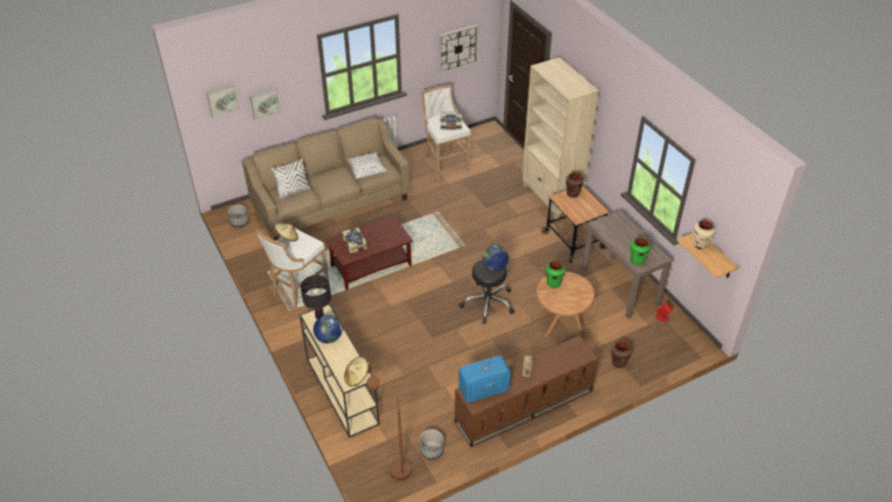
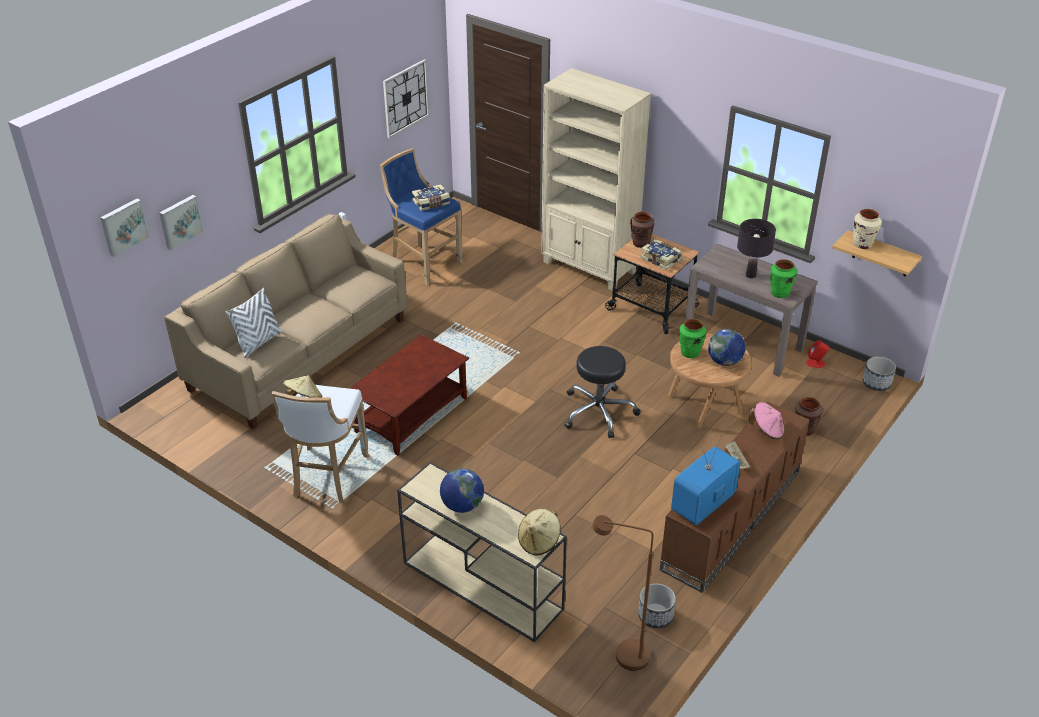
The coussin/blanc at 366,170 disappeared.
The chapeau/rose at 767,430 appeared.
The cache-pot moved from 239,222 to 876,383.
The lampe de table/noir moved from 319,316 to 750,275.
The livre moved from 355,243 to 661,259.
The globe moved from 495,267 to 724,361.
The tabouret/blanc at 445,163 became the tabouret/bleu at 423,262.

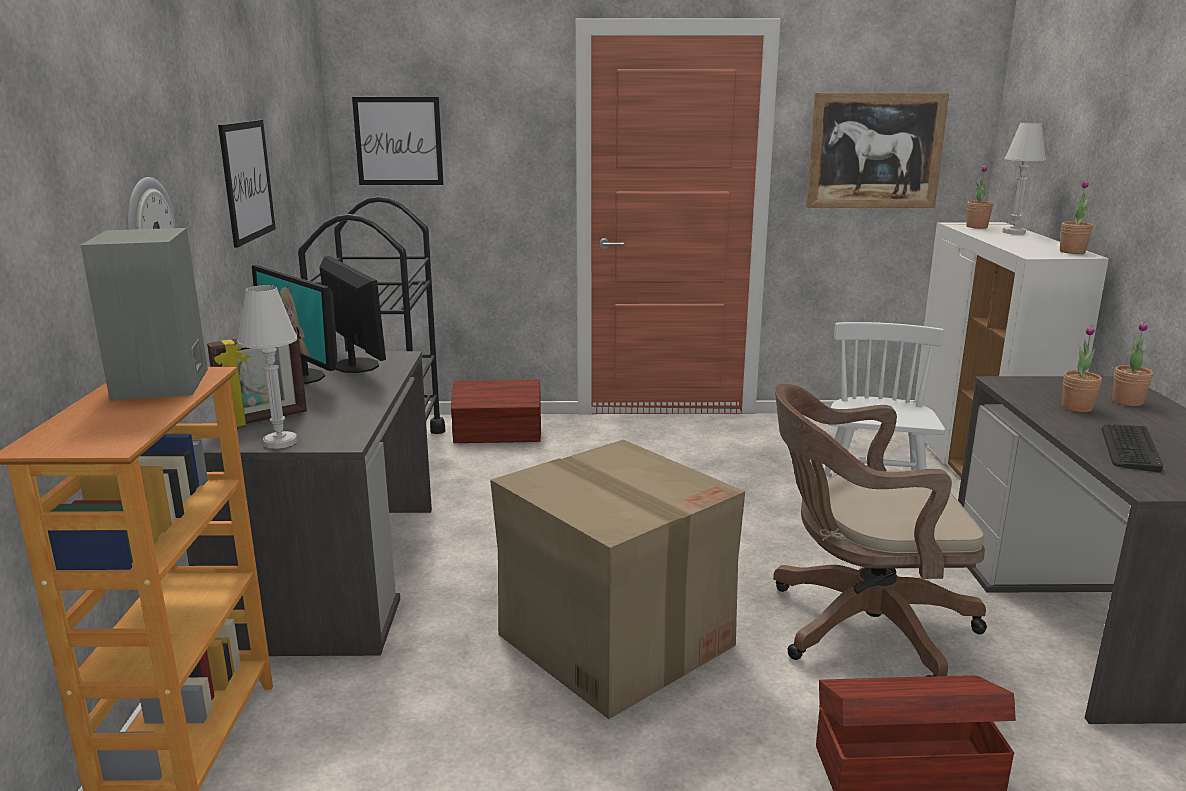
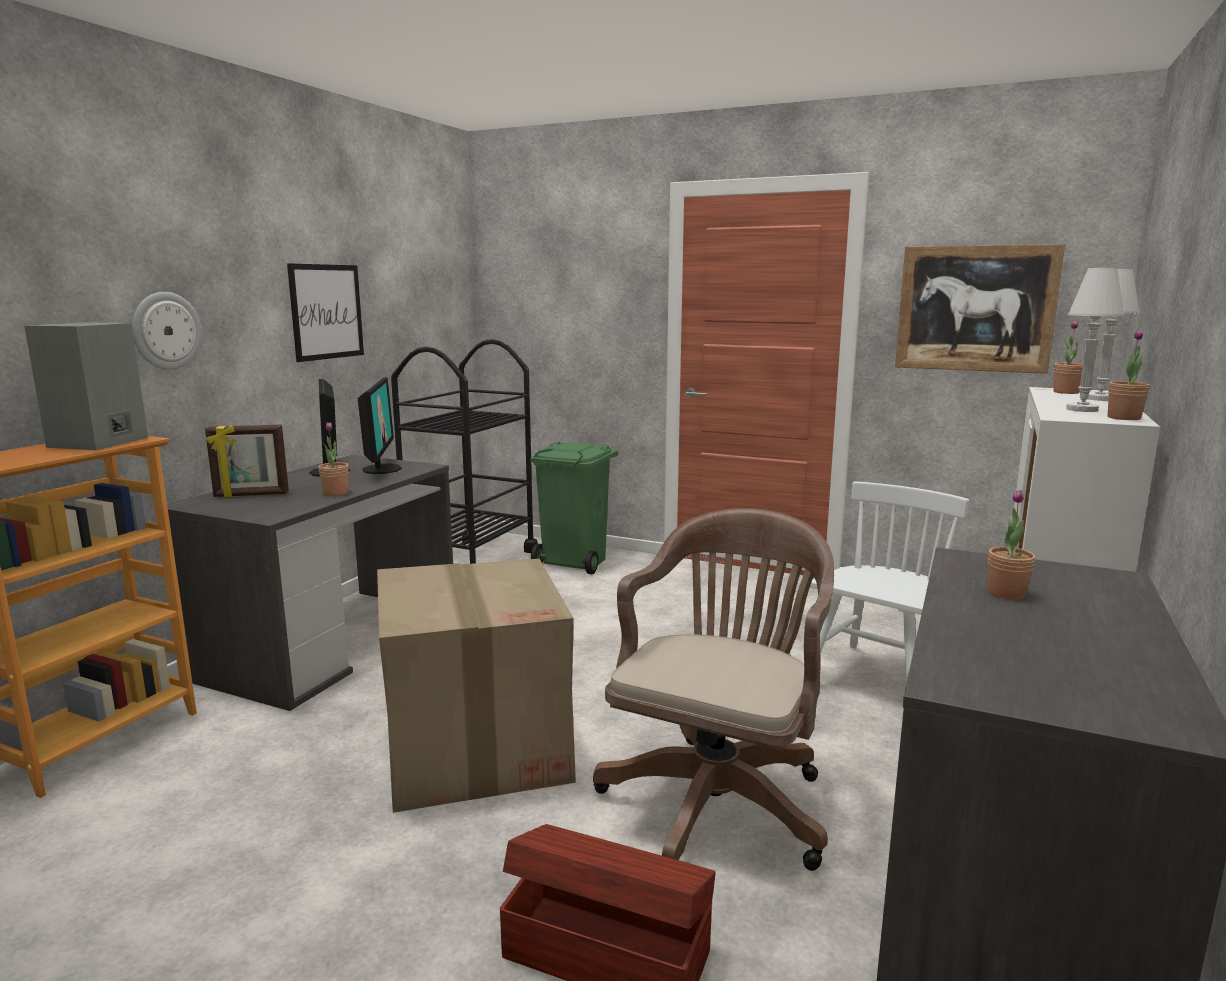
The tableau at 398,141 disappeared.
The clavier at 1129,448 disappeared.
The lampe de table/blanc moved from 280,442 to 1082,409.
The plante en pot moved from 1127,401 to 335,493.
The boîte de rangement/marron at 498,435 was replaced by the poubelle/vert at 575,562.
The chaise de bureau/marron at 859,627 turned 90 degrees clockwise.

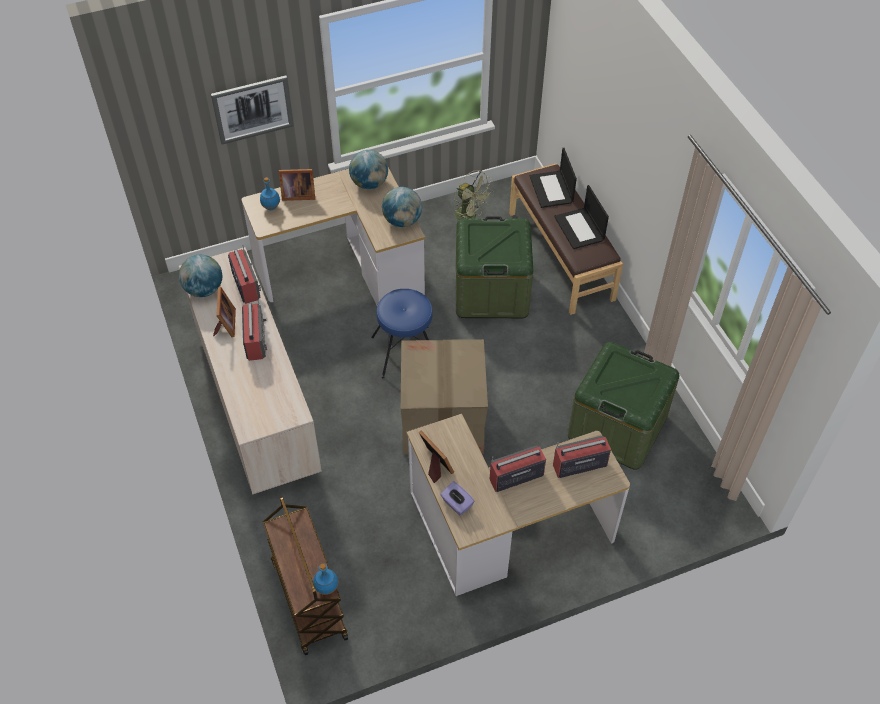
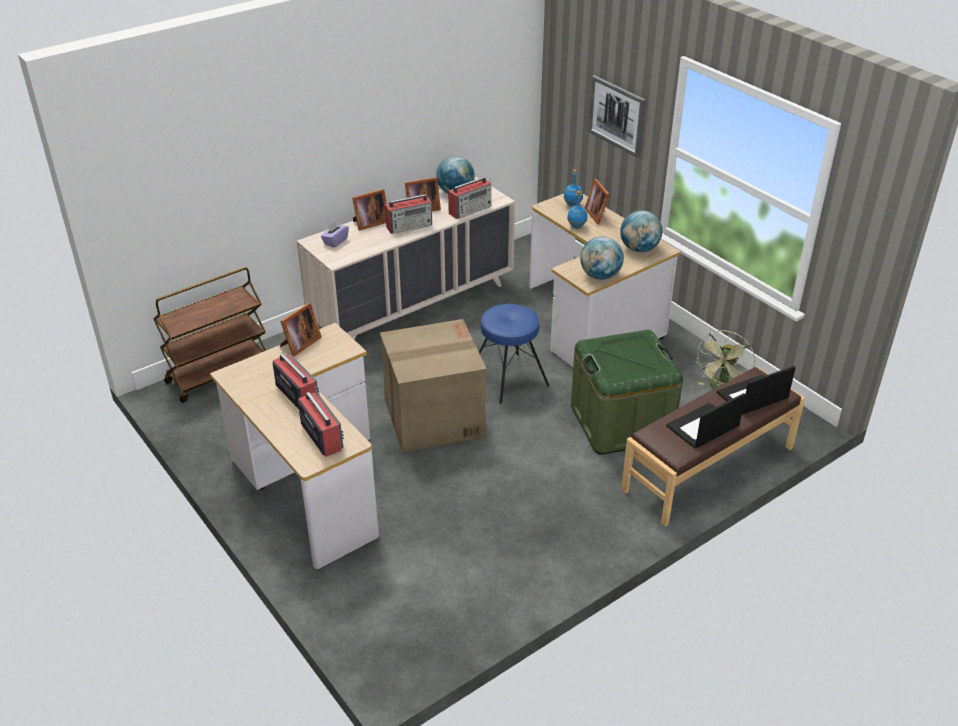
The boîte de rangement/vert at 617,427 disappeared.
The cadre photo at 369,223 appeared.
The bouteille/bleu moved from 326,587 to 576,226.
The boîte à mouchoirs/violet moved from 456,504 to 335,241.

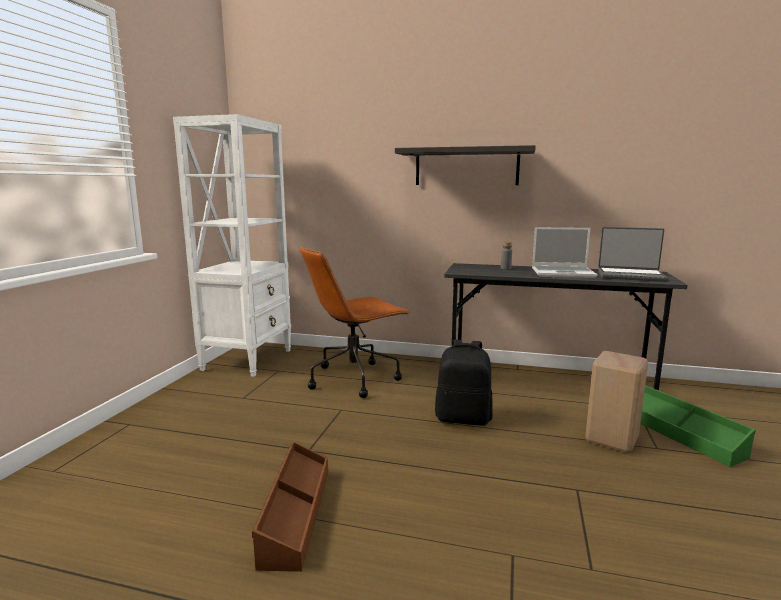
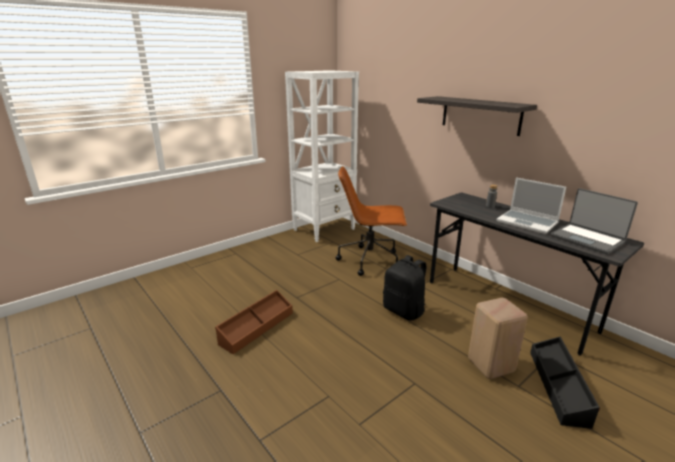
The boîte de rangement/vert at 681,434 became the boîte de rangement/noir at 559,386.

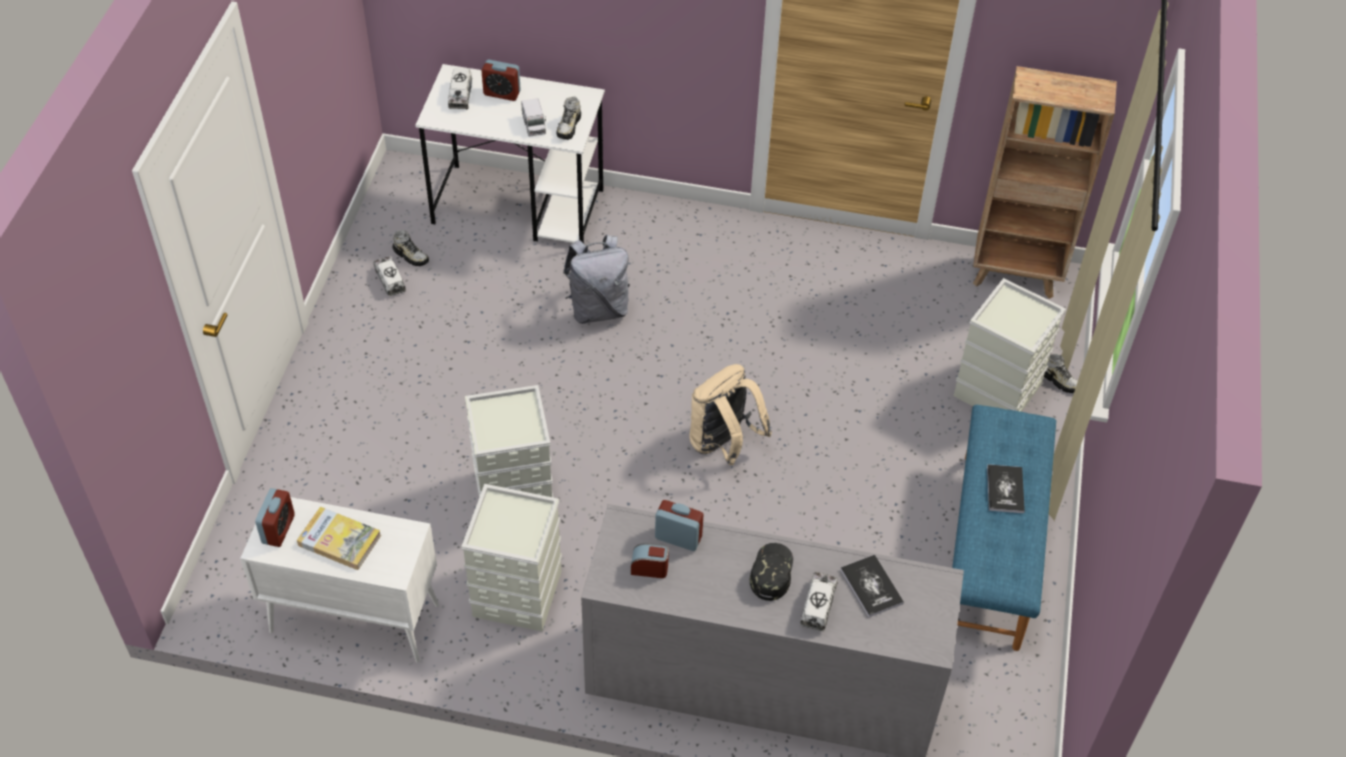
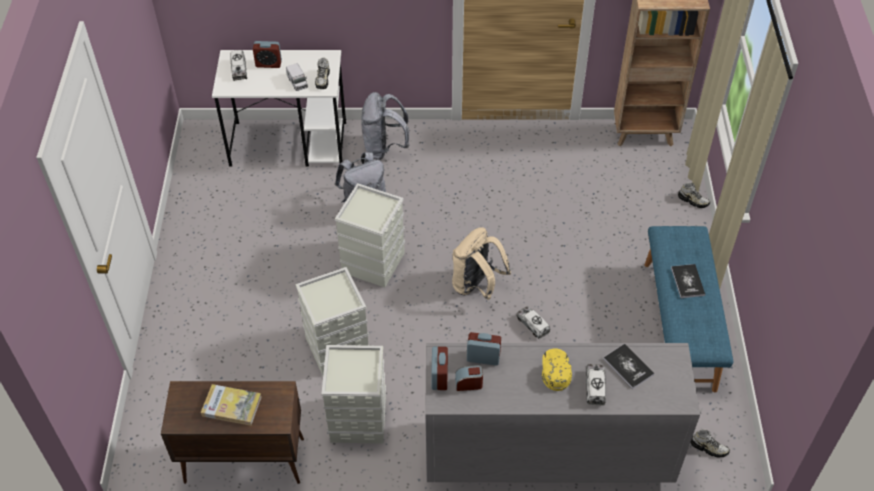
The sac à dos/gris at 384,148 appeared.
The réveil moved from 278,529 to 439,377.
The camion jouet moved from 390,280 to 532,325.
The chaussure moved from 411,256 to 709,447.
The boîte de rangement/gris moved from 996,390 to 372,263.
The meuble de rangement/blanc at 353,618 became the meuble de rangement/marron at 243,461.
The casquette/noir at 771,572 became the casquette/jaune at 555,370.

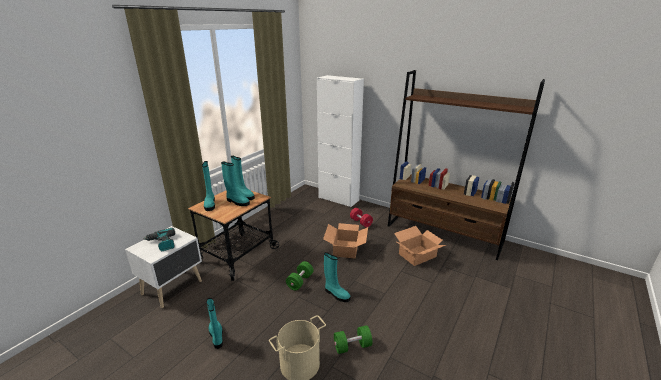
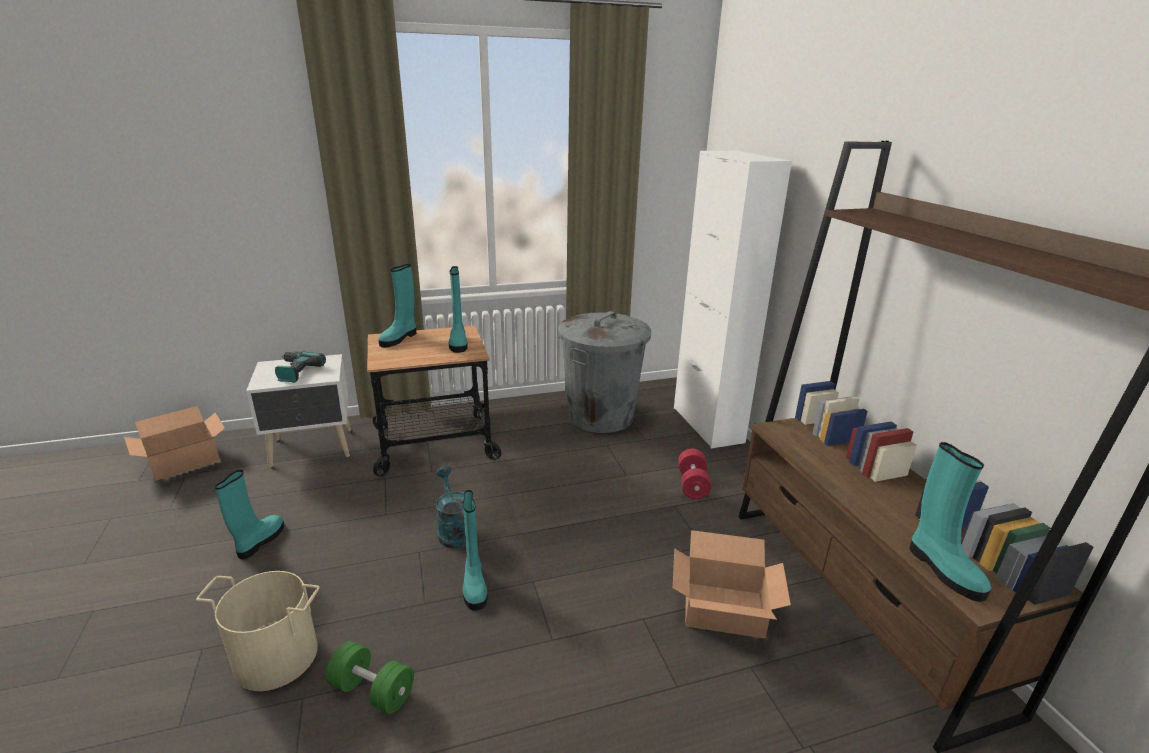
The poubelle/gris at 601,416 appeared.
The botte/turquoise moved from 237,202 to 942,569.
The carton moved from 346,248 to 185,461.
The haltère/vert at 300,281 was replaced by the arrosoir/turquoise at 454,530.

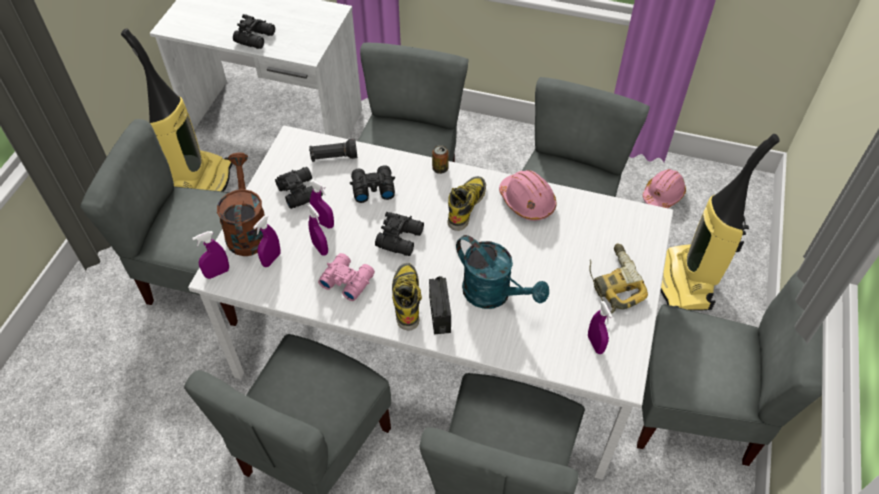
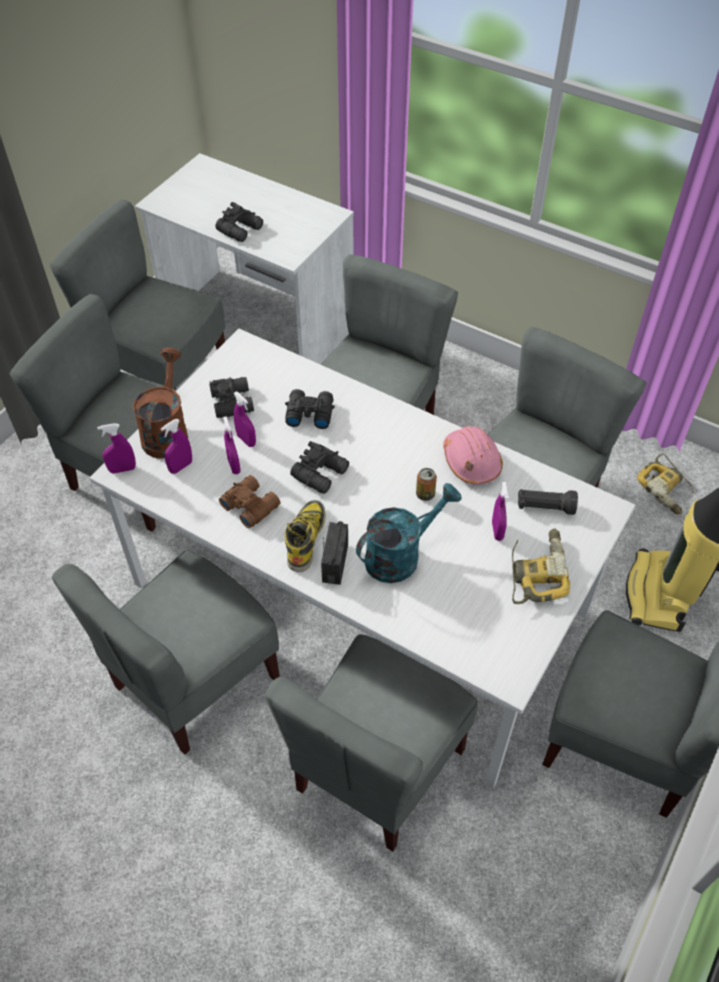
The botte at 466,205 disappeared.
The lampe de poche/noir moved from 334,157 to 545,507.
The boîte métallique moved from 440,169 to 425,494.
The vaporisateur/violet moved from 595,344 to 497,531.
The aspirateur at 202,183 was replaced by the chaise/gris at 162,375.
The casque de chantier/rose at 663,195 was replaced by the perceuse at 666,489.
The jumelles/rose at 347,280 became the jumelles/marron at 250,505.
The arrosoir/turquoise at 494,295 turned 90 degrees counterclockwise.

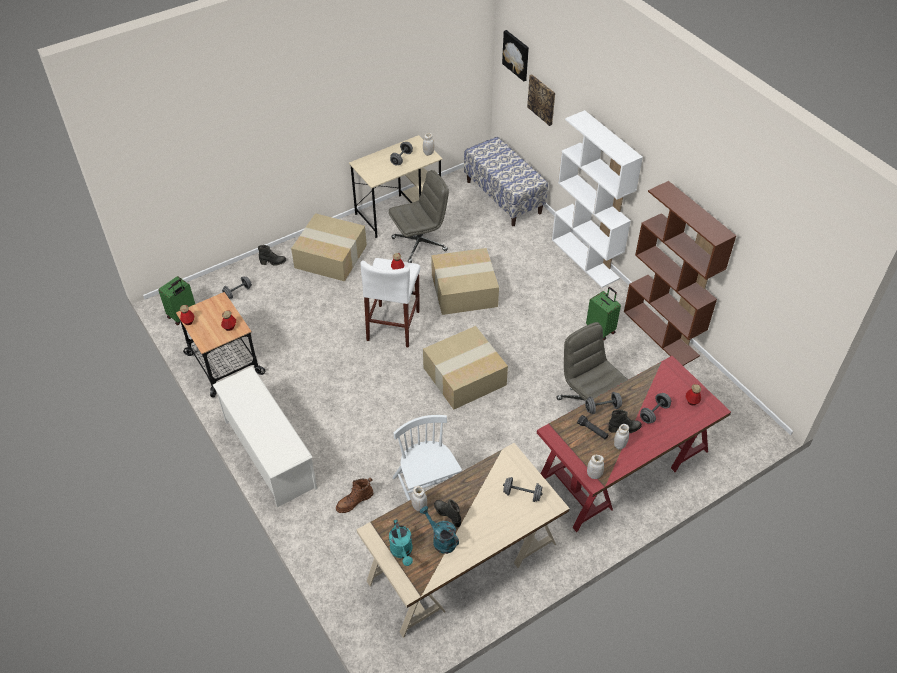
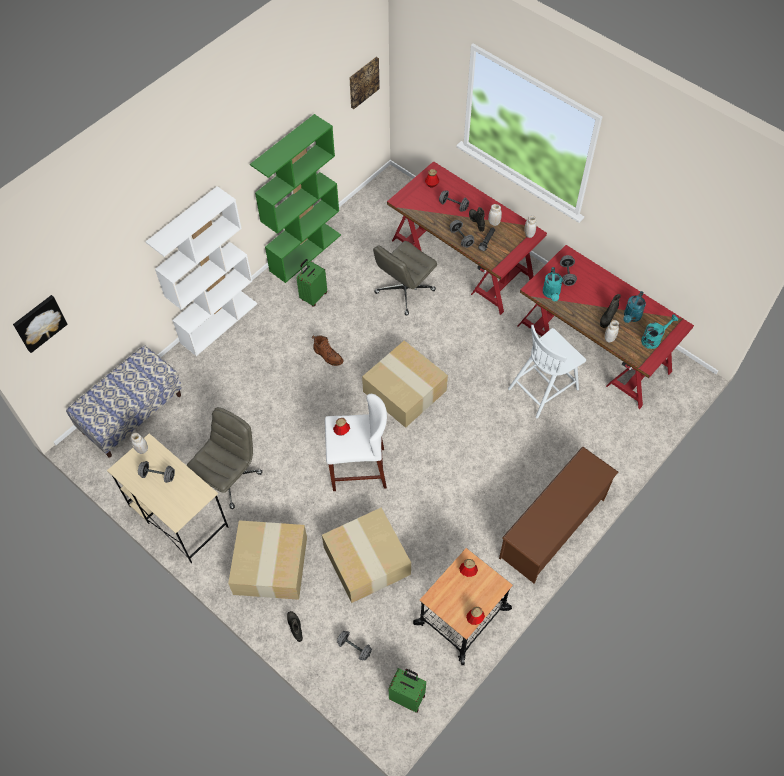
The arrosoir/turquoise at 551,294 appeared.
The botte/marron moved from 354,501 to 328,356.
The carton moved from 465,289 to 365,560.
The tableau moved from 542,99 to 363,82.
The étagère à chaussures/blanc at 269,454 became the étagère à chaussures/marron at 553,528.
The bureau/beige at 463,563 became the bureau/rouge at 594,348.
The bibliothèque/marron at 661,333 became the bibliothèque/vert at 305,252.
The chaise de bureau/gris at 420,244 turned 75 degrees clockwise.

